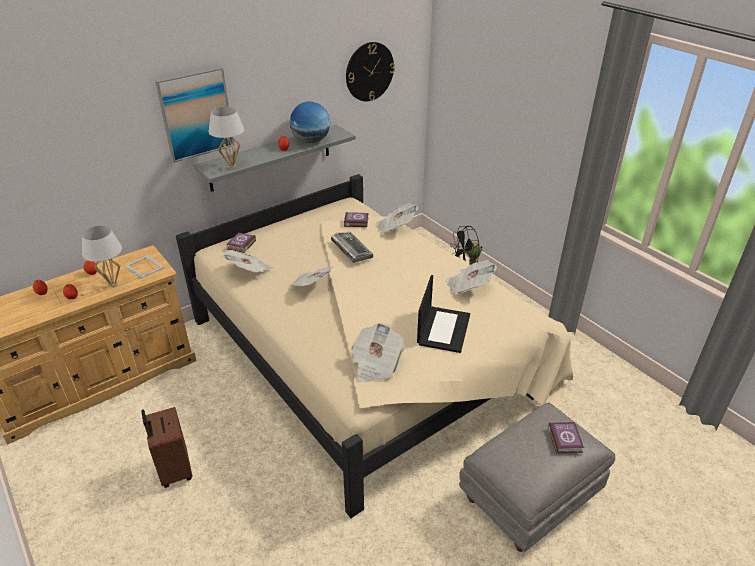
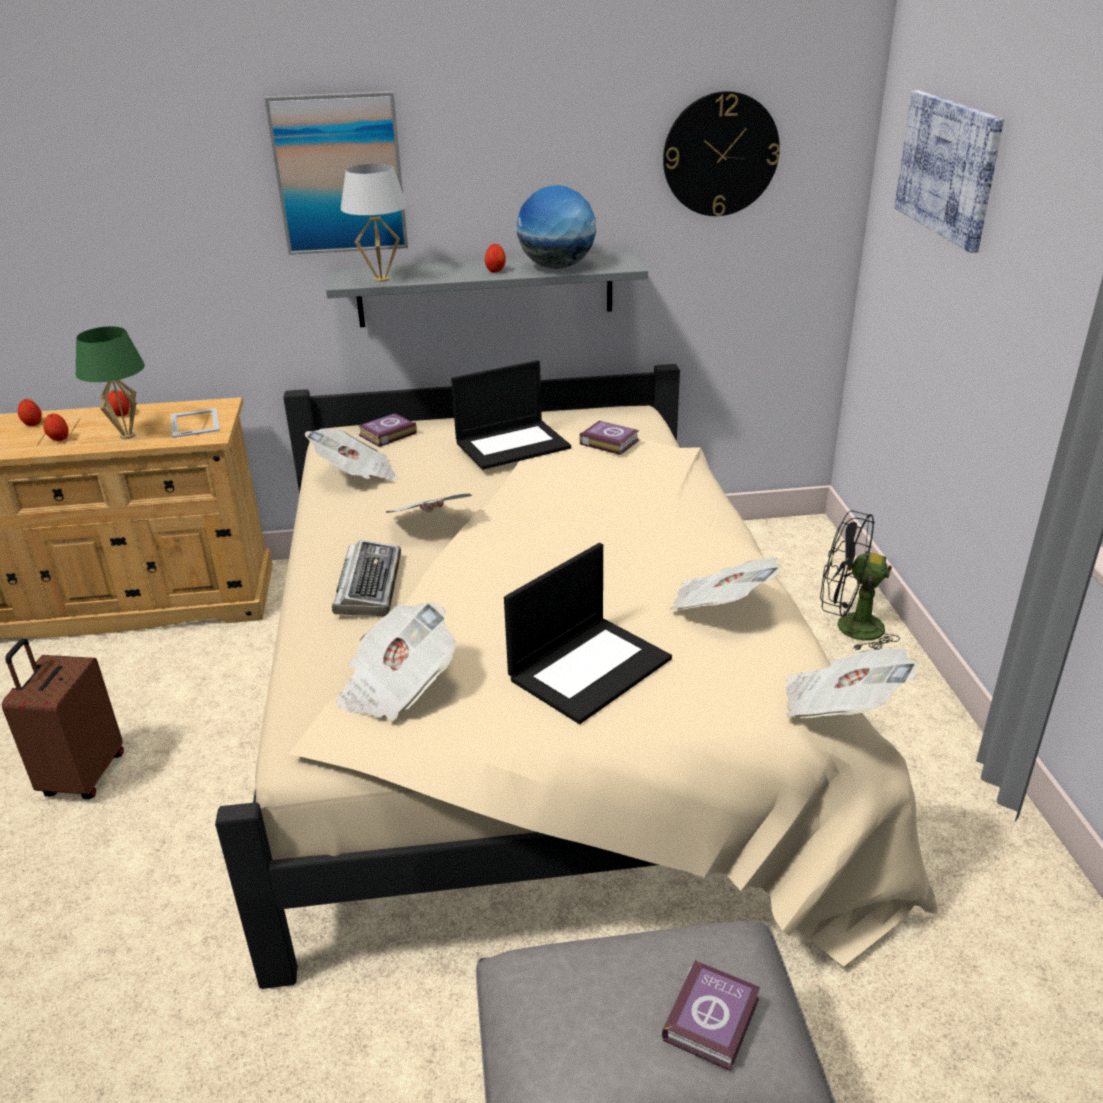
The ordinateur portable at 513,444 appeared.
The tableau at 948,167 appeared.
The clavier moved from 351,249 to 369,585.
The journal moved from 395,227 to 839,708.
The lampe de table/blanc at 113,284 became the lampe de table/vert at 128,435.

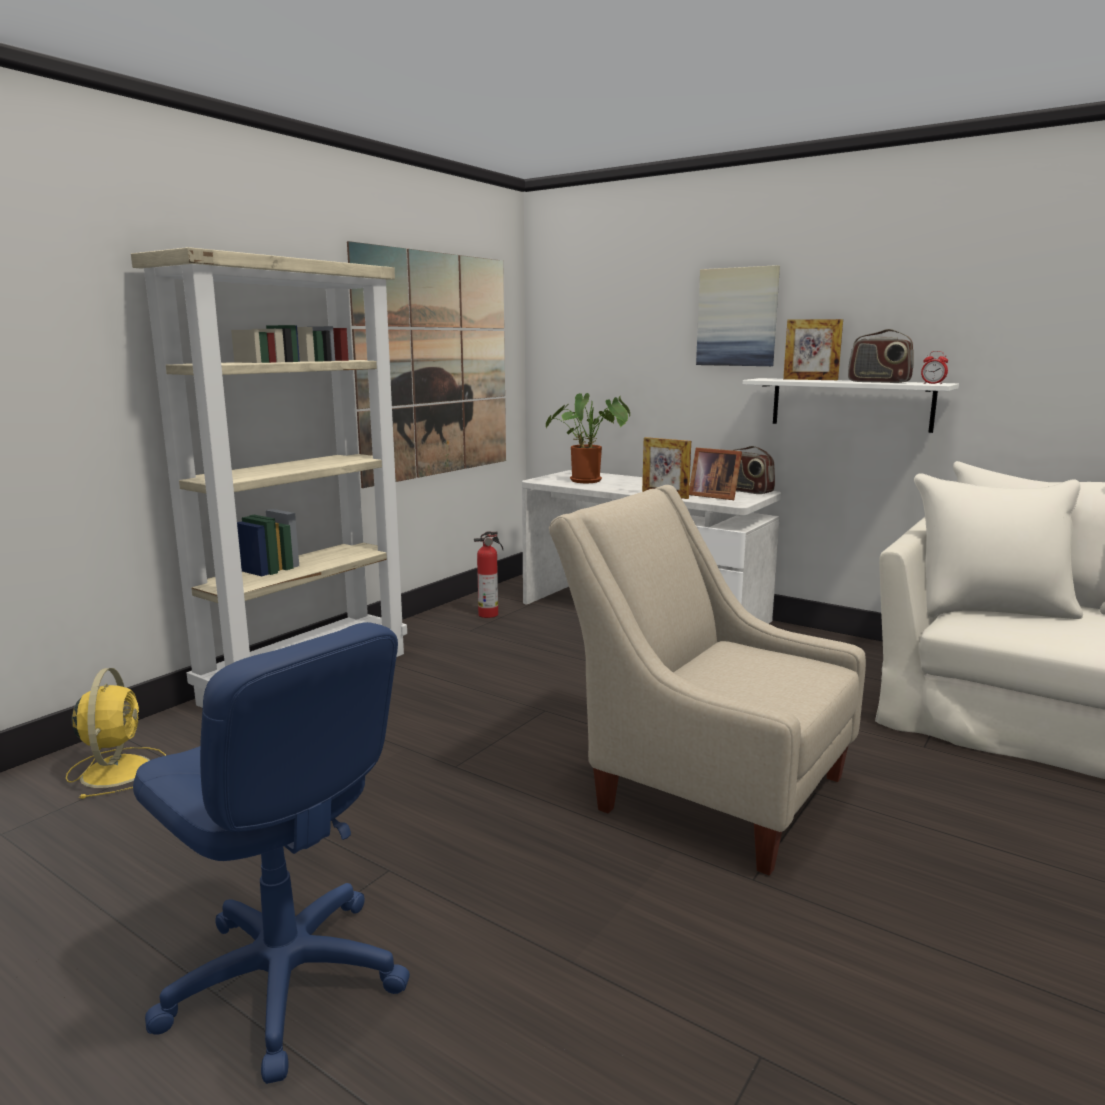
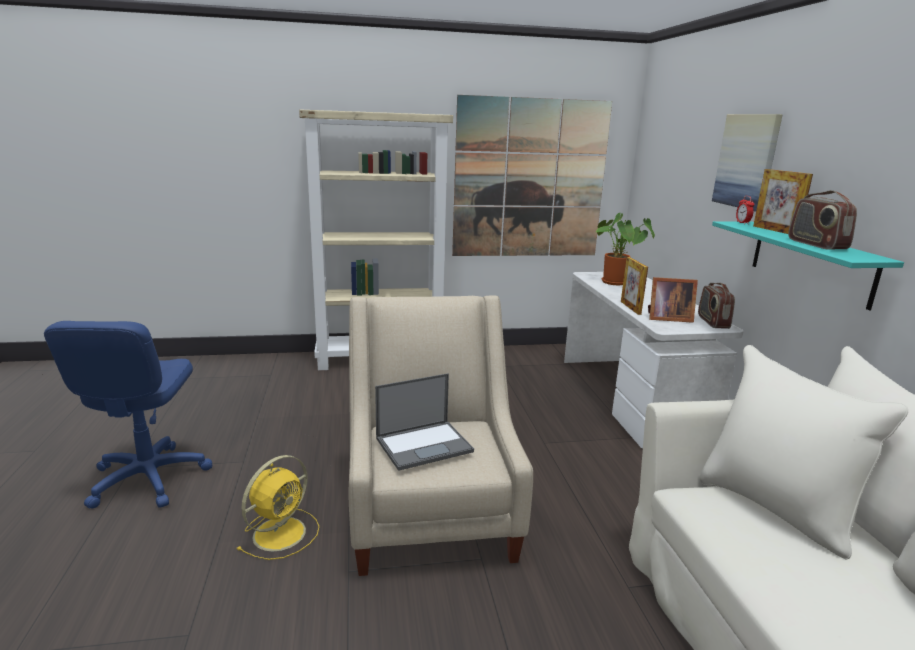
The extincteur at 490,614 disappeared.
The ordinateur portable at 425,444 appeared.
The ventilateur/jaune moved from 117,770 to 281,532.
The réveil moved from 933,383 to 742,223.
The étagère/blanc at 851,404 became the étagère/turquoise at 810,262.
The cadre photo at 713,496 turned 75 degrees counterclockwise.

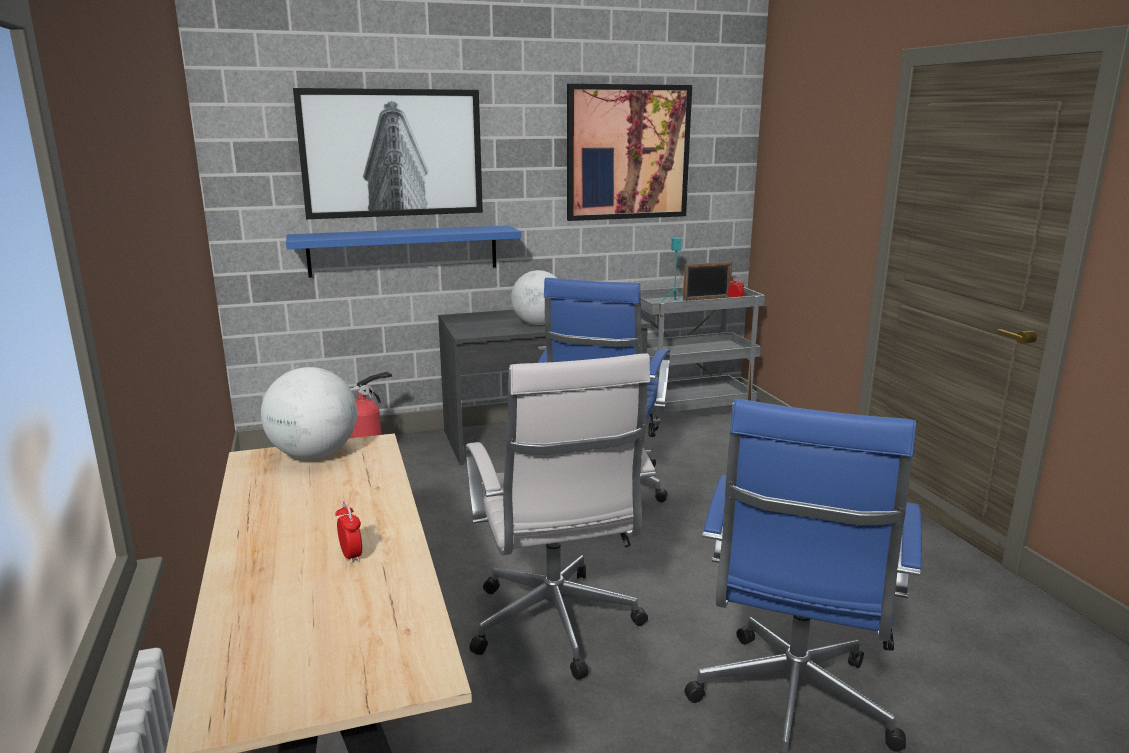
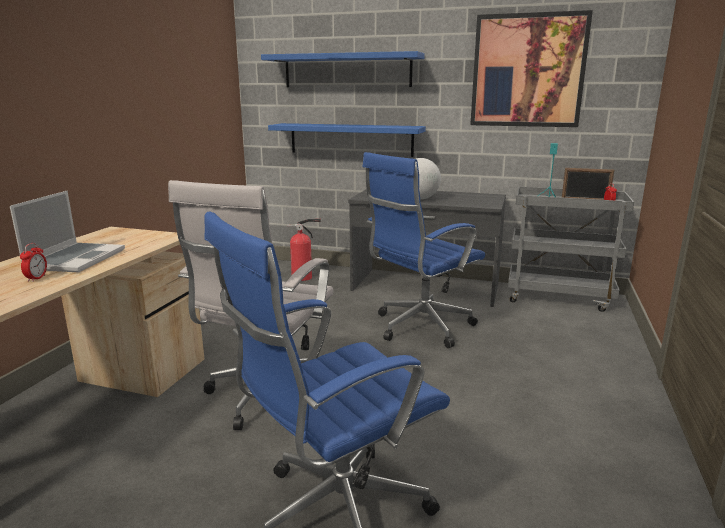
The globe at 314,454 disappeared.
The ordinateur portable at 76,259 appeared.
The tableau at 392,153 was replaced by the étagère/bleu at 347,71.

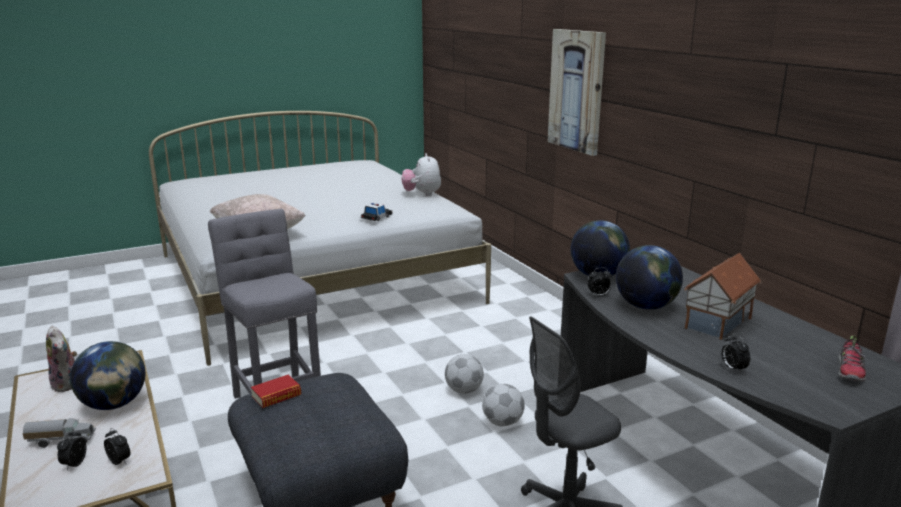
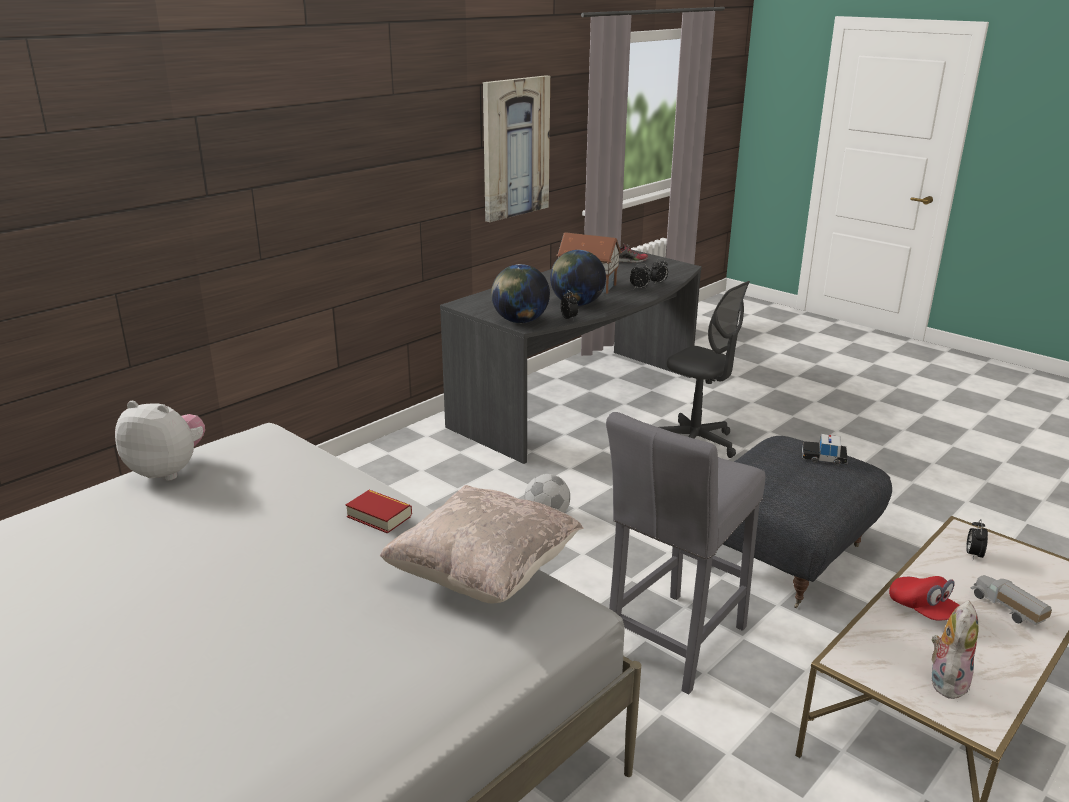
The ballon de foot at 503,422 disappeared.
The réveil moved from 74,464 to 639,288.
The livre moved from 276,396 to 379,516.
The petite voiture moved from 376,217 to 823,457.
The tableau moved from 576,91 to 515,148.
The globe at 114,404 was replaced by the casquette/rouge at 923,610.
The peluche at 422,194 turned 135 degrees counterclockwise.

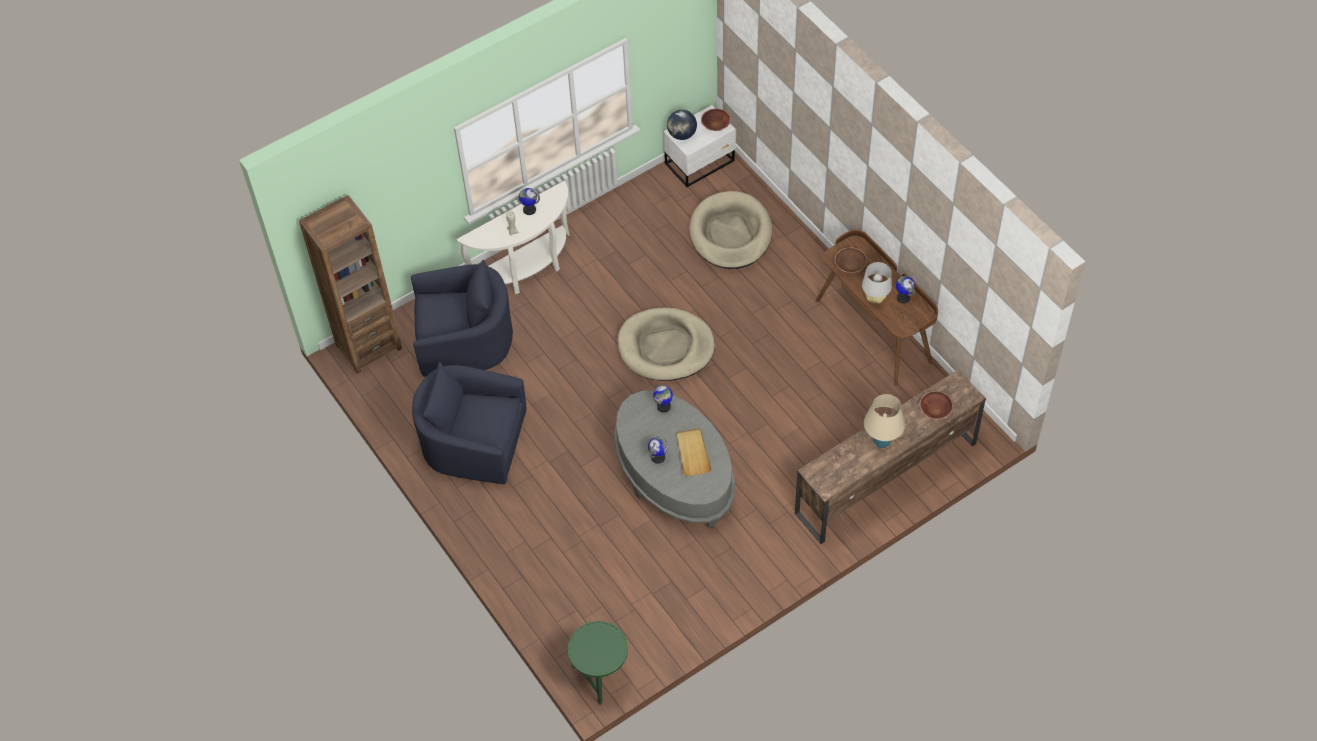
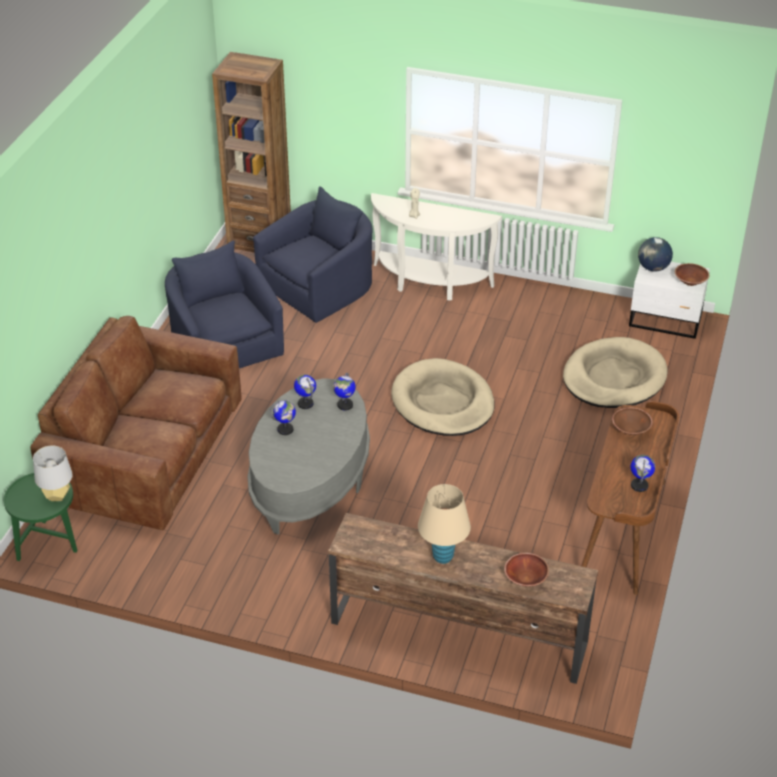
The plateau/beige at 693,453 disappeared.
The canapé/marron at 145,451 appeared.
The globe moved from 529,209 to 305,403.
The lampe de table/gris moved from 875,298 to 57,496.
The fauteuil/bleu at 464,340 turned 90 degrees counterclockwise.

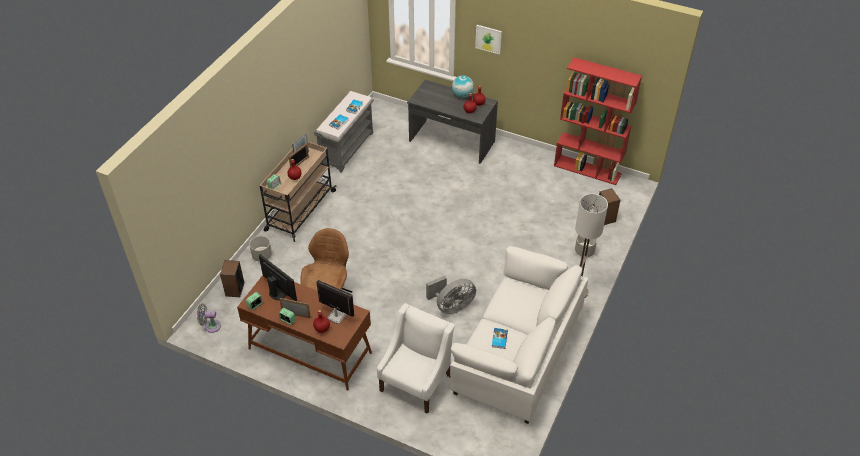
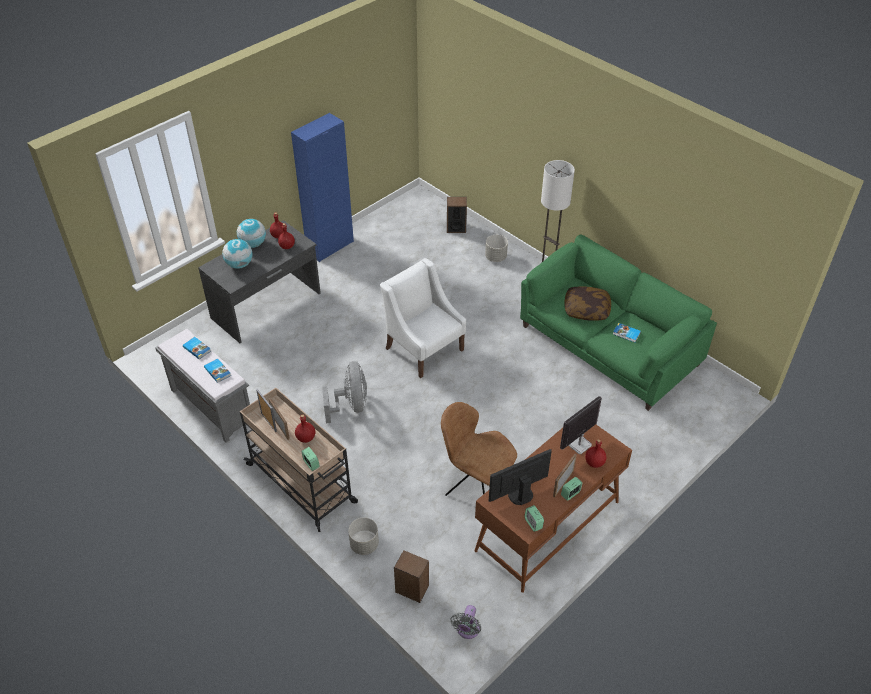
The tableau at 488,39 disappeared.
The bibliothèque/rouge at 588,169 disappeared.
The globe at 239,264 appeared.
The meuble de rangement/bleu at 330,247 appeared.
The coussin at 586,309 appeared.
The fauteuil/blanc moved from 416,382 to 424,348.
The ventilateur/gris moved from 451,306 to 351,405.
The canapé/blanc at 517,352 became the canapé/vert at 609,346.

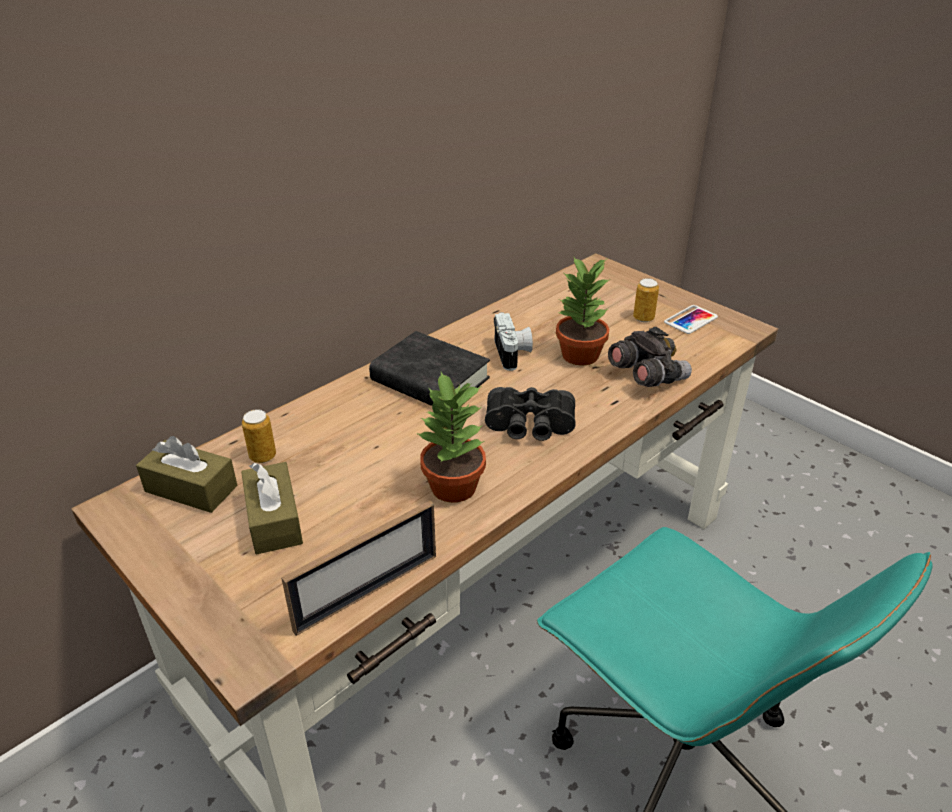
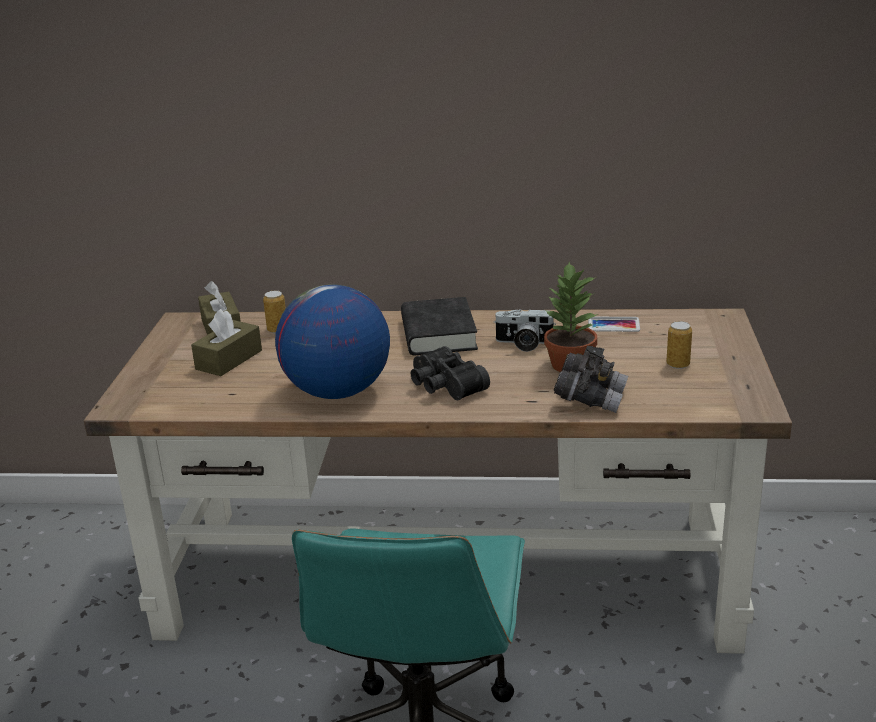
The cadre photo at 367,592 disappeared.
The téléphone moved from 690,320 to 613,325.
The plante en pot at 453,488 was replaced by the globe at 337,392.
The appareil photo at 513,354 turned 60 degrees clockwise.

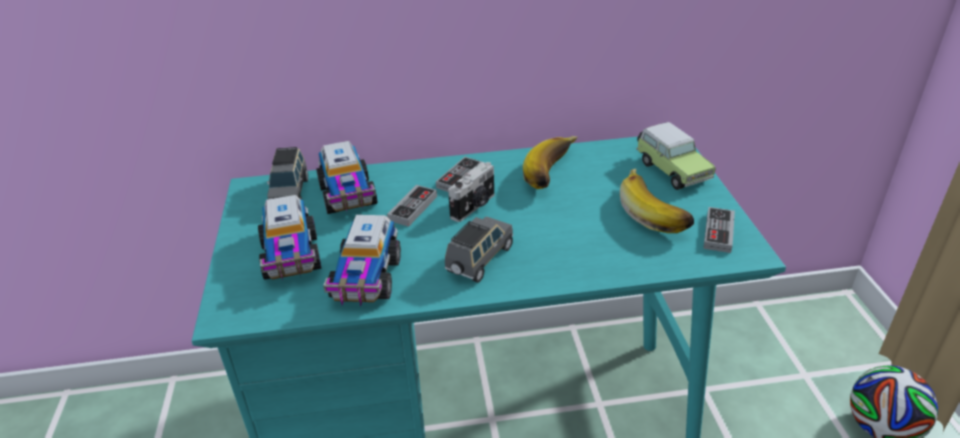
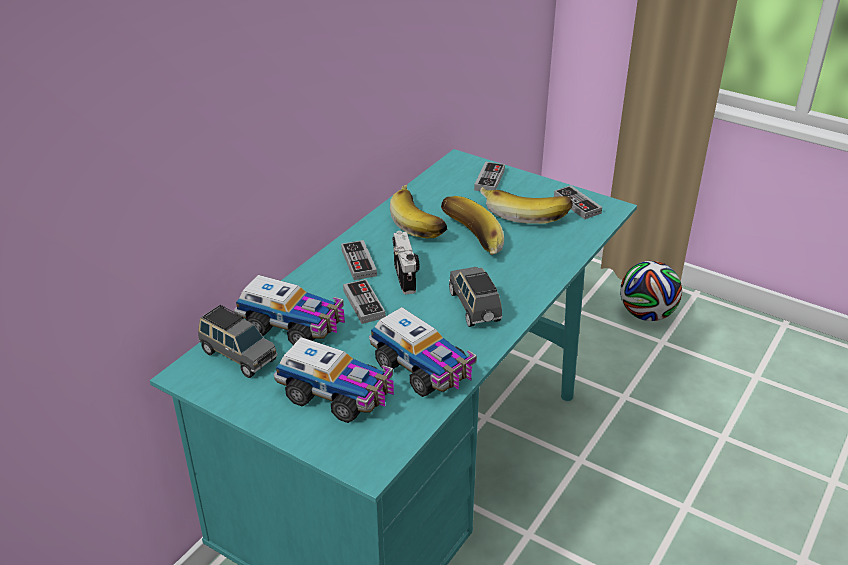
The banane at 468,240 appeared.
The petite voiture at 671,170 was replaced by the manette at 489,180.

